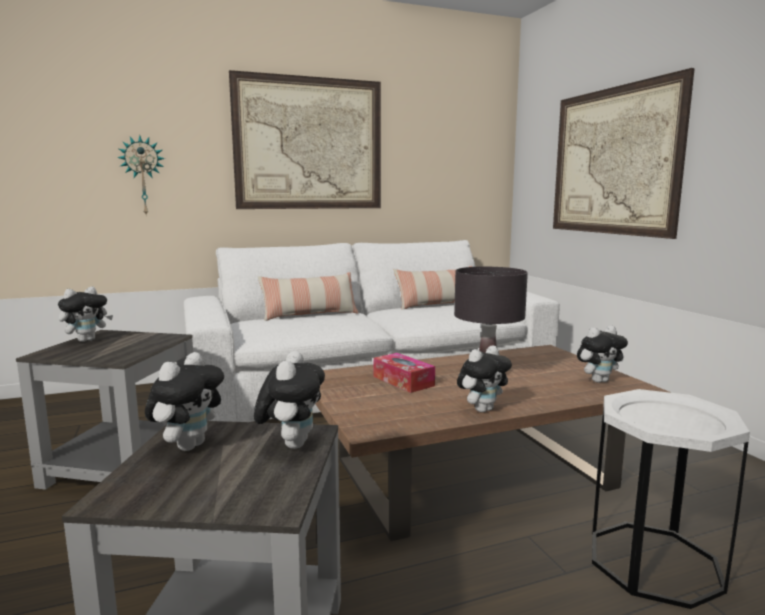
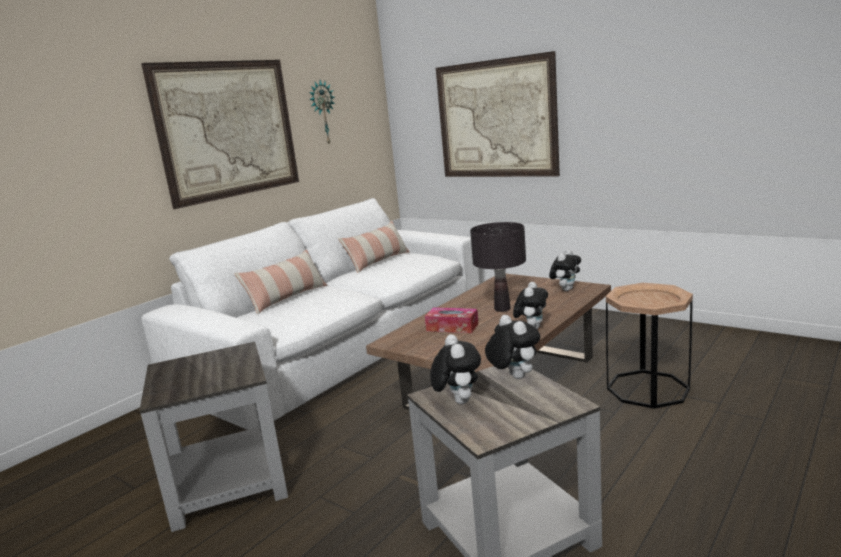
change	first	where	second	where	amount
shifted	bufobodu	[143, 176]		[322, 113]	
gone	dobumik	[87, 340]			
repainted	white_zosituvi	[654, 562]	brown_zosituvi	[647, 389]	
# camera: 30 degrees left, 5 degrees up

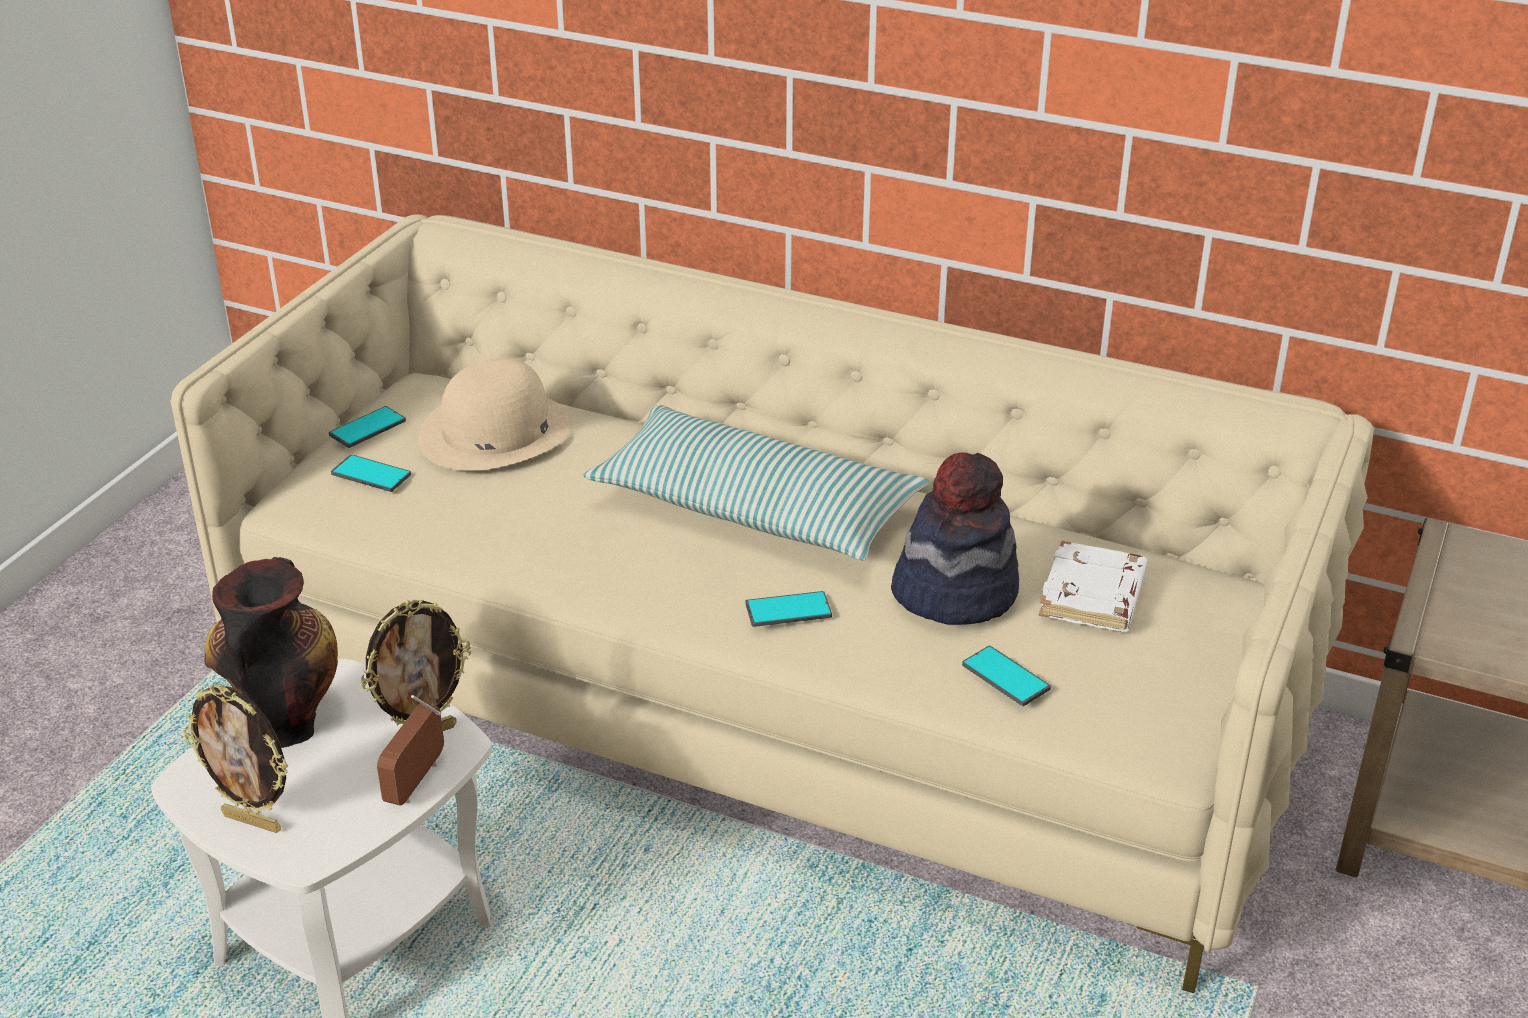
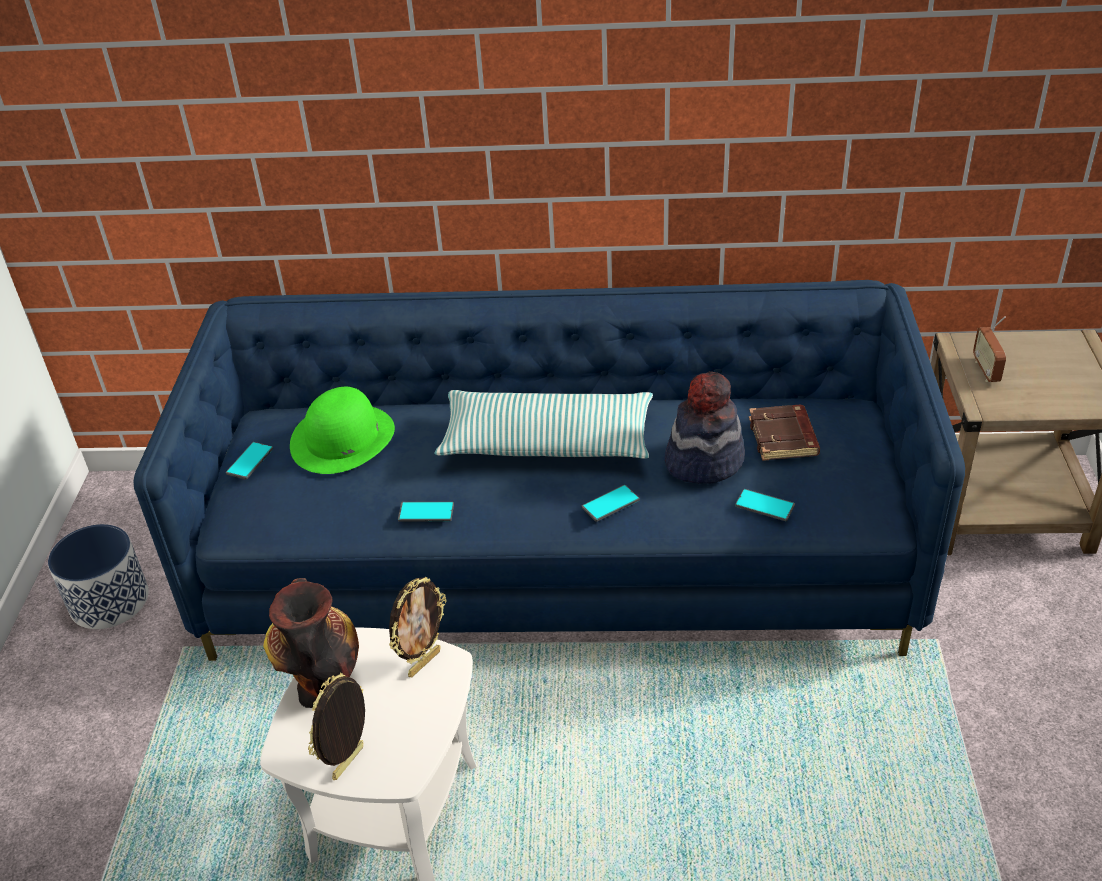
change	first	where	second	where	amount
repainted	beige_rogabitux	[765, 703]	blue_rogabitux	[559, 560]	
repainted	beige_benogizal	[496, 432]	green_benogizal	[342, 438]	
shifted	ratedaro	[371, 474]		[426, 512]	
repainted	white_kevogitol	[1094, 596]	brown_kevogitol	[784, 438]	
rotated	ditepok	[253, 821]		[350, 764]	120 degrees clockwise
shifted	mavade	[416, 781]		[986, 371]	
new			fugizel	[110, 601]	
# camera: 20 degrees left, 5 degrees up

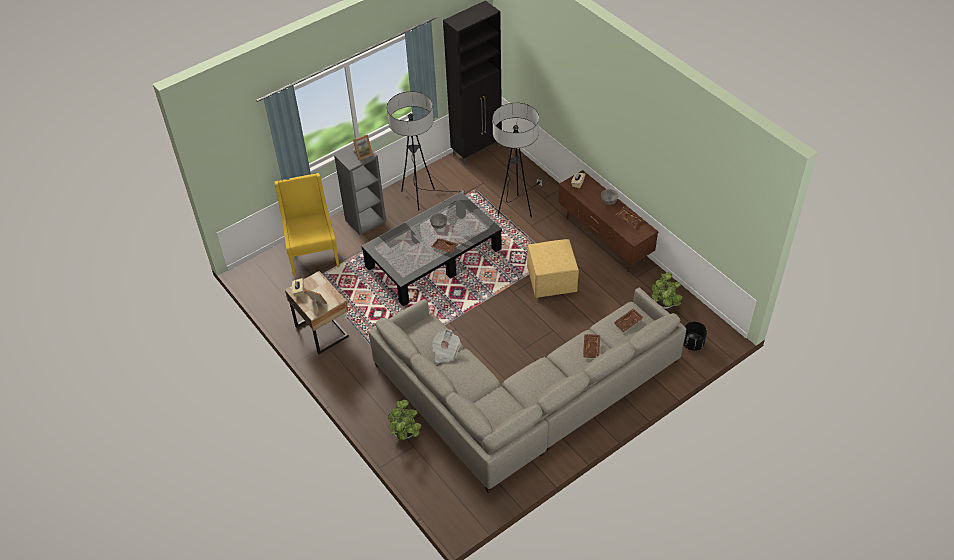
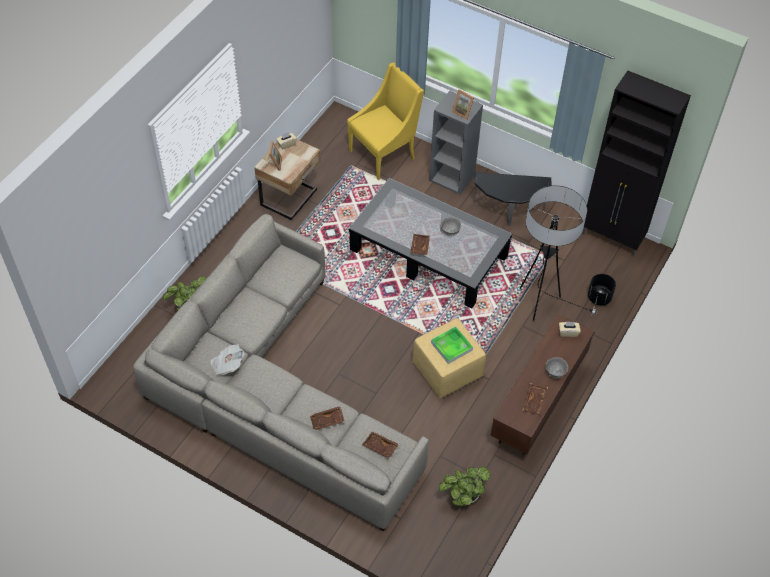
change	first	where	second	where	amount
swapped	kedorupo	[420, 198]	zosituvi	[508, 212]	
shifted	black_fugizel	[692, 344]		[599, 297]	
shifted	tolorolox	[445, 352]		[227, 365]	
new			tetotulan	[451, 346]	
# camera: 65 degrees right, 5 degrees up

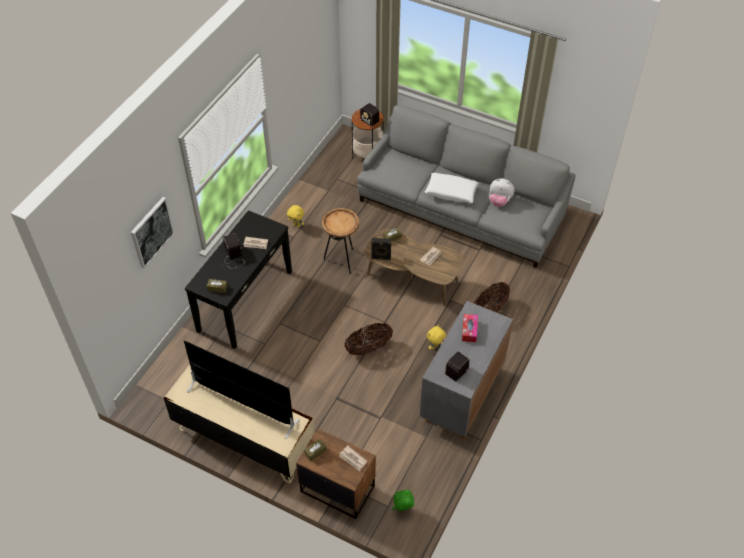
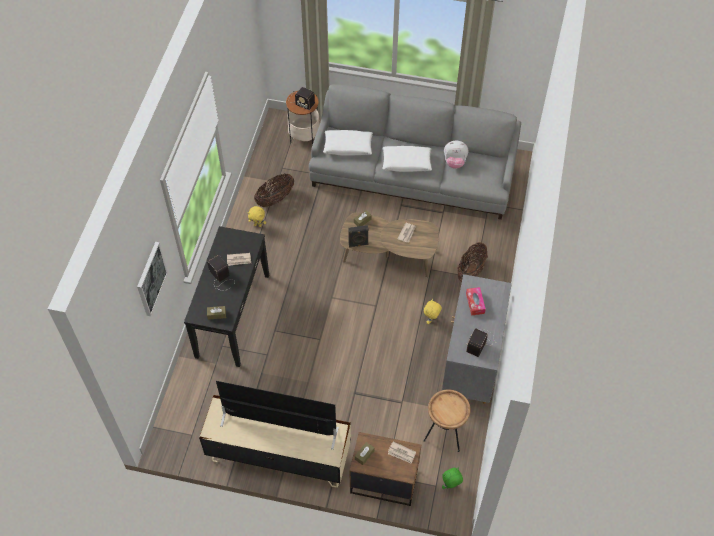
change	first	where	second	where	amount
shifted	brown_zosituvi	[342, 260]		[444, 436]	
shifted	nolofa	[368, 348]		[275, 199]	
new			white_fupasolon	[348, 146]	
# camera: 15 degrees left, 5 degrees up

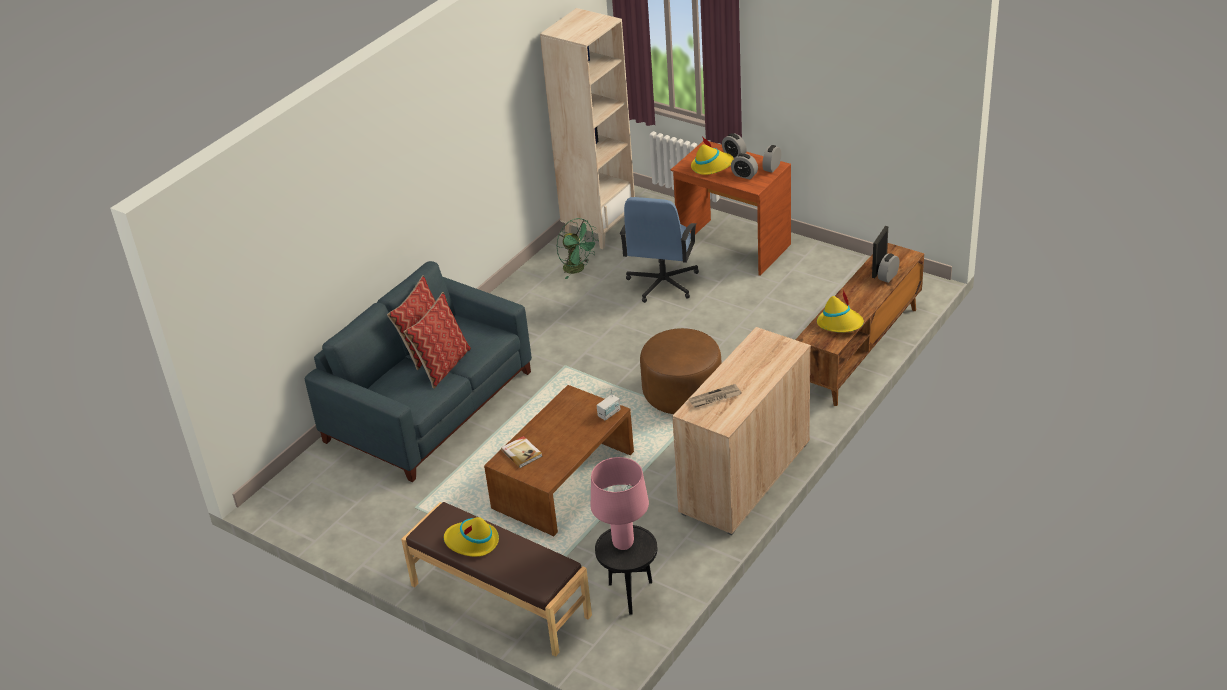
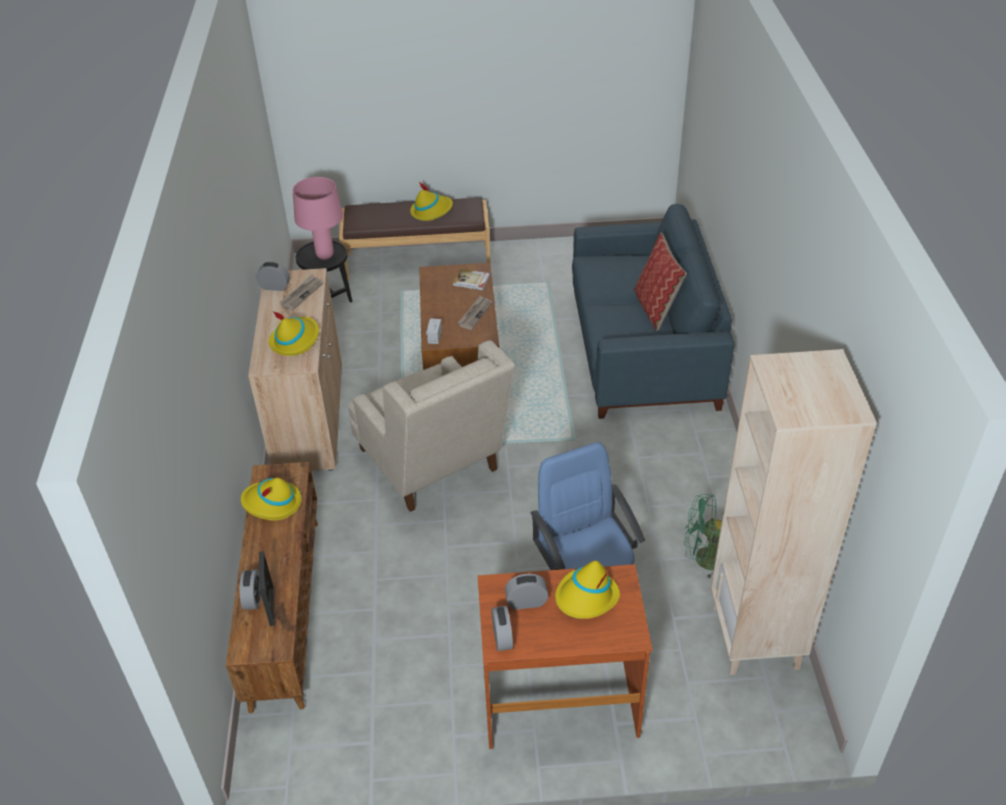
change	first	where	second	where	amount
shifted	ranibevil	[734, 155]		[275, 287]	
gone	fupasolon	[443, 366]			
swapped	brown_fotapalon	[682, 393]	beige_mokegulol	[434, 466]	
new			tolorolox	[475, 314]	
new			yellow_benogizal	[295, 340]	
# camera: 140 degrees right, 5 degrees up

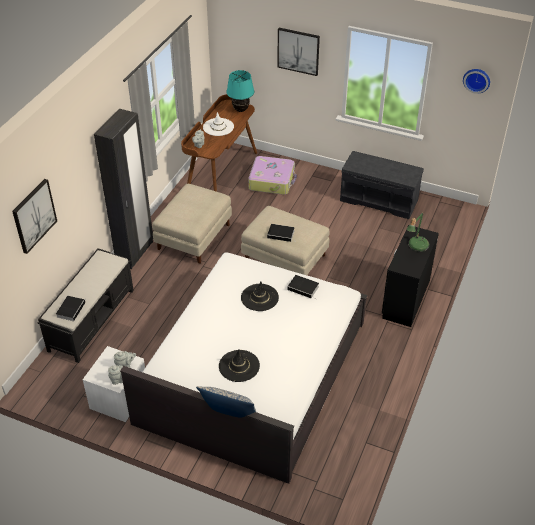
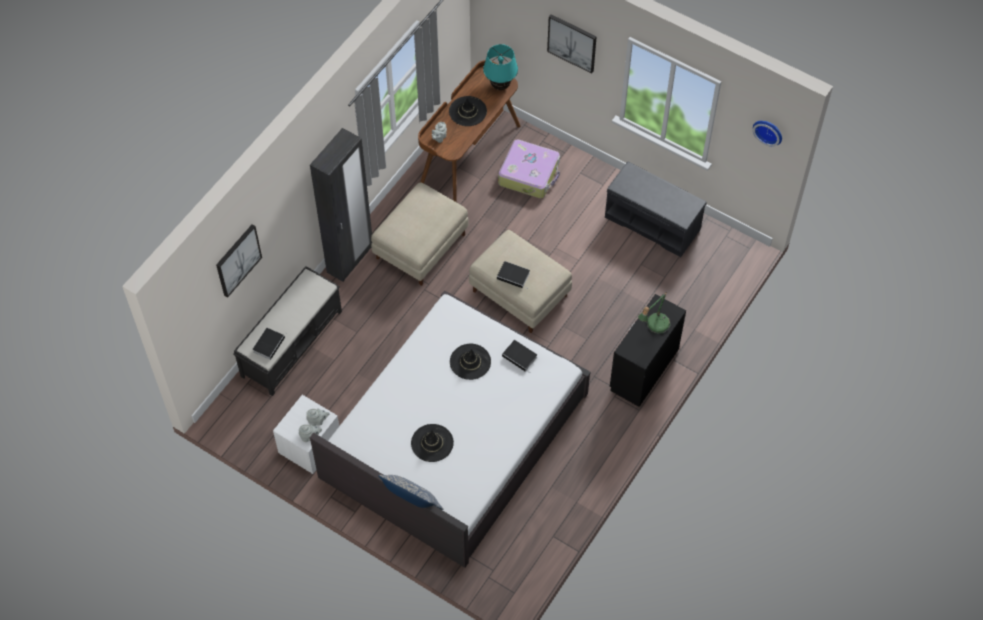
change	first	where	second	where	amount
repainted	white_benogizal	[218, 127]	black_benogizal	[468, 111]	
# camera: 10 degrees right, 15 degrees up

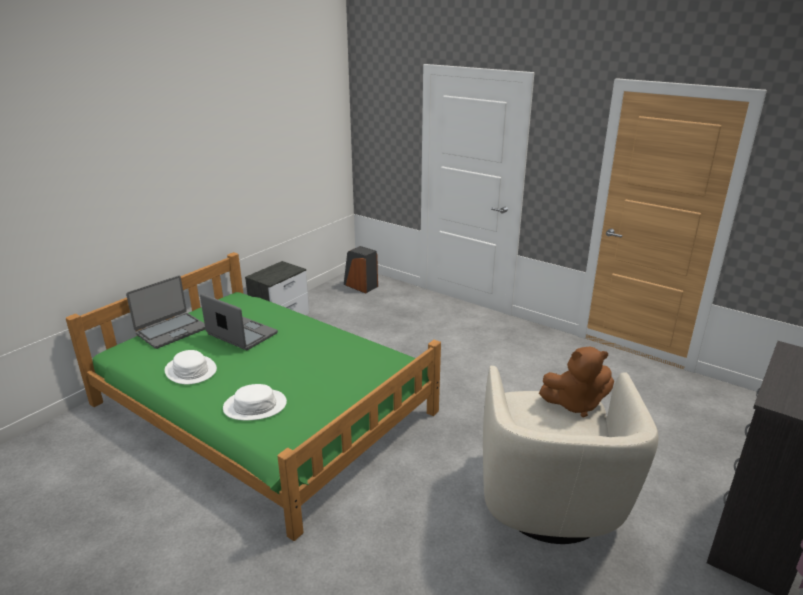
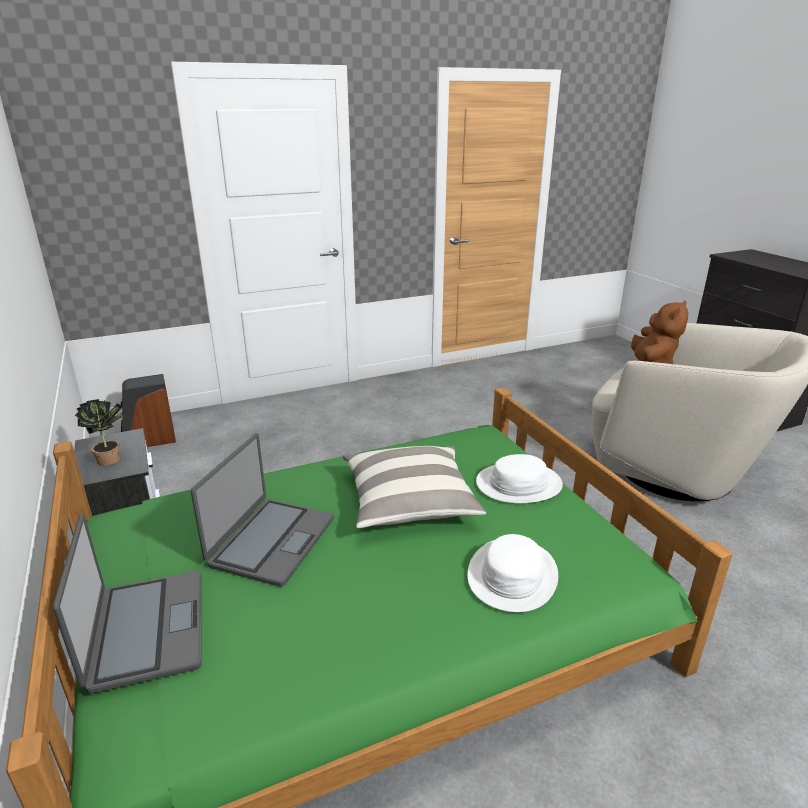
change	first	where	second	where	amount
rotated	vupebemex	[241, 334]		[271, 541]	135 degrees clockwise
shifted	white_benogizal	[190, 370]		[518, 484]	
new			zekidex	[112, 459]	
new			fupasolon	[409, 502]	
# camera: 60 degrees left, 0 degrees up

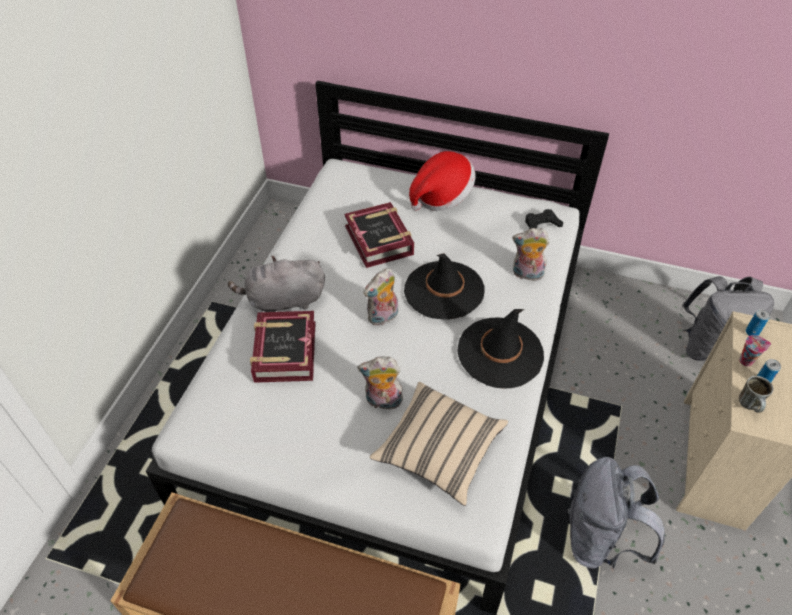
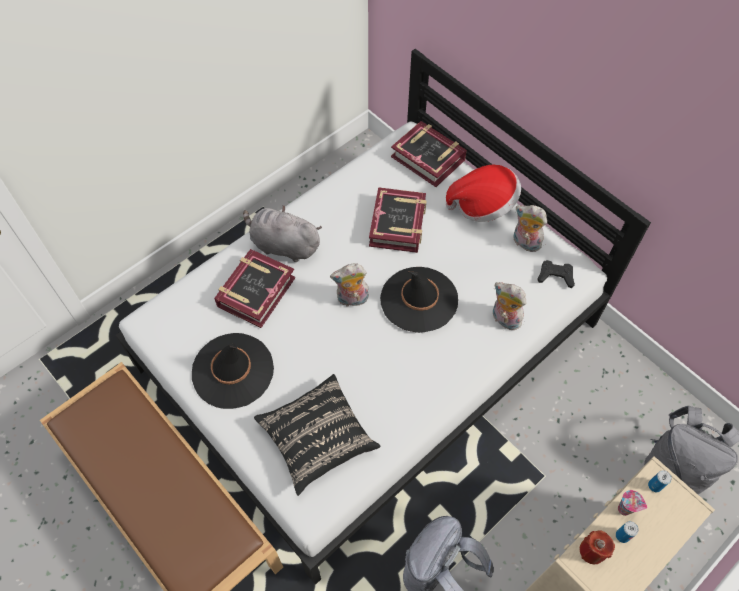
change	first	where	second	where	amount
shifted	black_benogizal	[500, 353]		[233, 371]	
shifted	dobumik	[382, 402]		[524, 243]	
swapped	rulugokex	[750, 406]	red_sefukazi	[592, 551]	
repainted	beige_fupasolon	[439, 450]	black_fupasolon	[317, 438]	
new			kevogitol	[428, 158]	
# camera: 30 degrees right, 10 degrees up

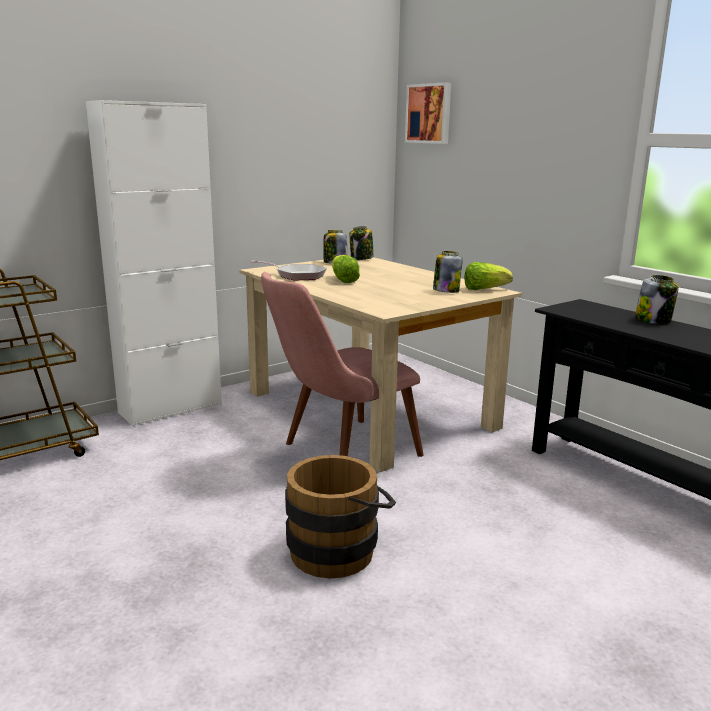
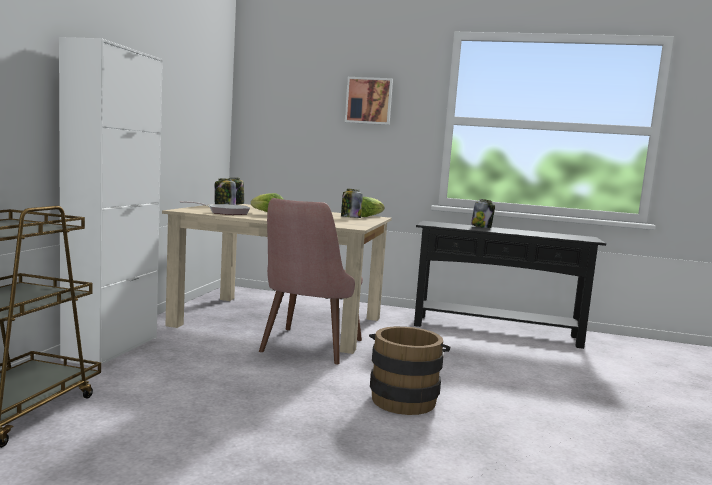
change	first	where	second	where	amount
shifted	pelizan	[429, 113]		[369, 101]	
# camera: 40 degrees left, 10 degrees down

